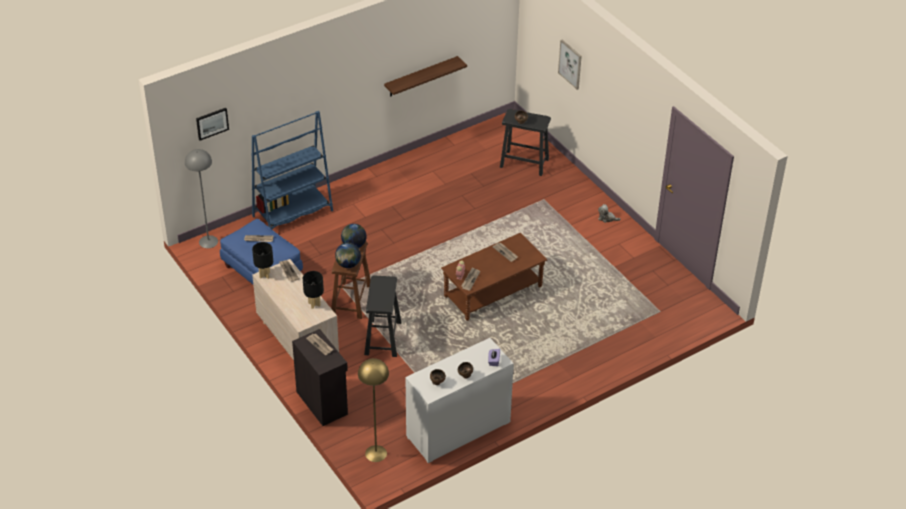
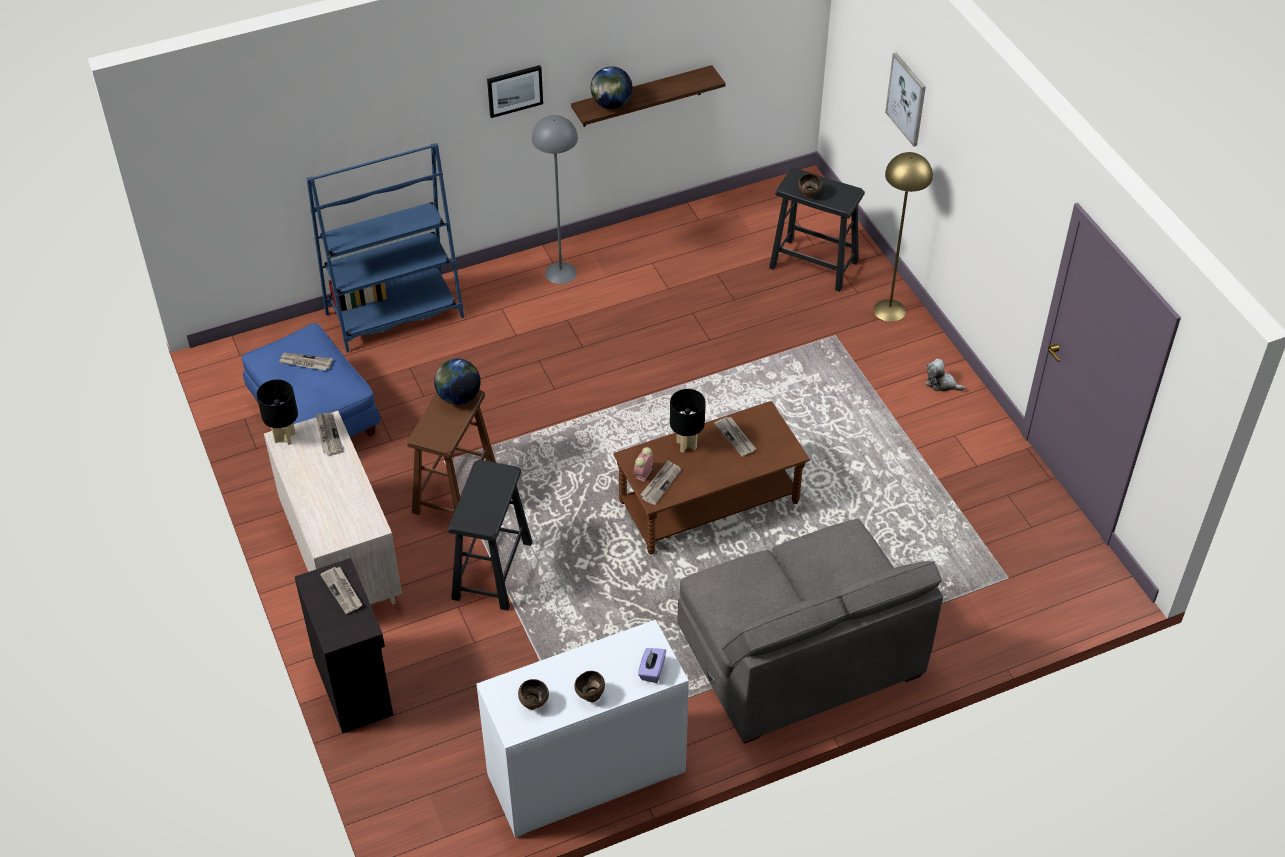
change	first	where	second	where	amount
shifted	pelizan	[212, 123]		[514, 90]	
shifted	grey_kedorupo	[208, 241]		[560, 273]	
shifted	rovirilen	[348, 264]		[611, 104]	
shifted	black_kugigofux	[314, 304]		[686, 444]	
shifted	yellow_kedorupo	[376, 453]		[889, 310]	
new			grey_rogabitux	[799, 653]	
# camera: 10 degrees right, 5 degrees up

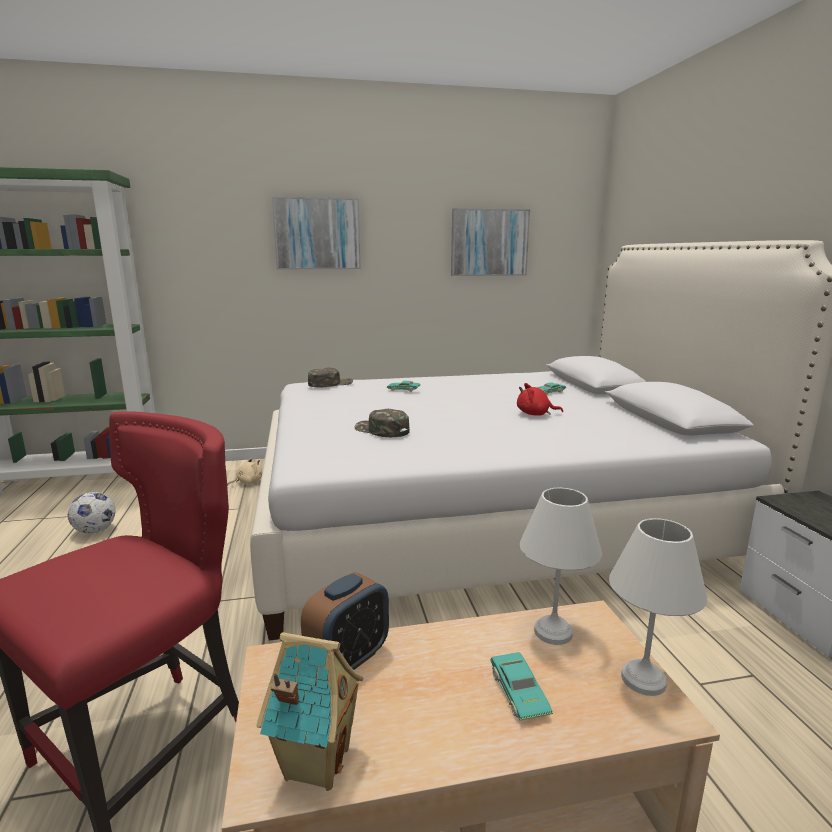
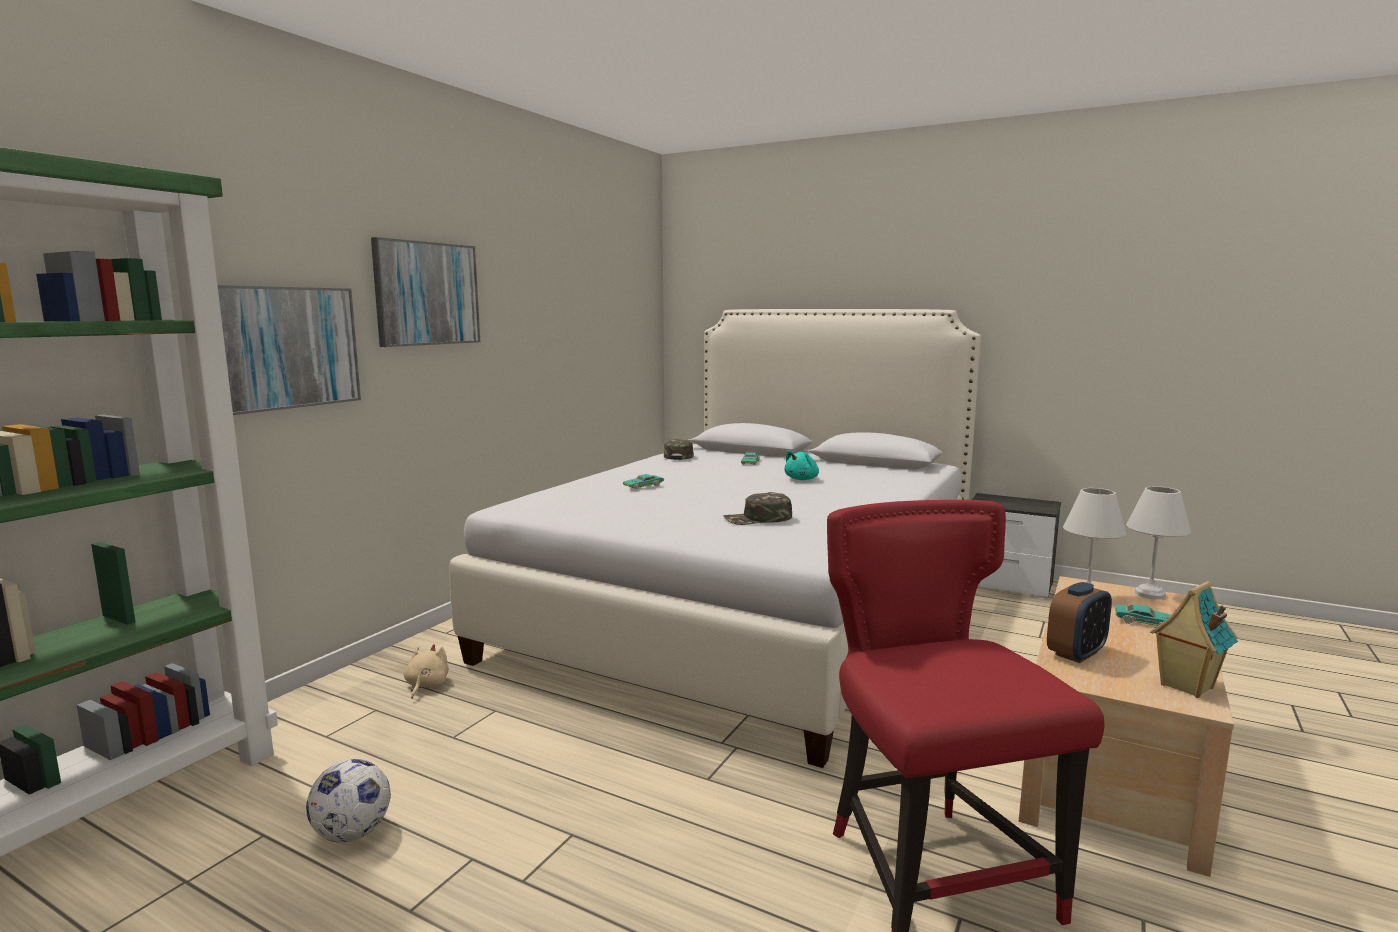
change	first	where	second	where	amount
shifted	pelizan	[489, 243]		[286, 347]	
shifted	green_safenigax	[330, 384]		[678, 456]	
repainted	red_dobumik	[535, 414]	turquoise_dobumik	[802, 479]	
rotated	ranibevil	[348, 659]		[1076, 653]	60 degrees clockwise
# camera: 50 degrees left, 5 degrees down

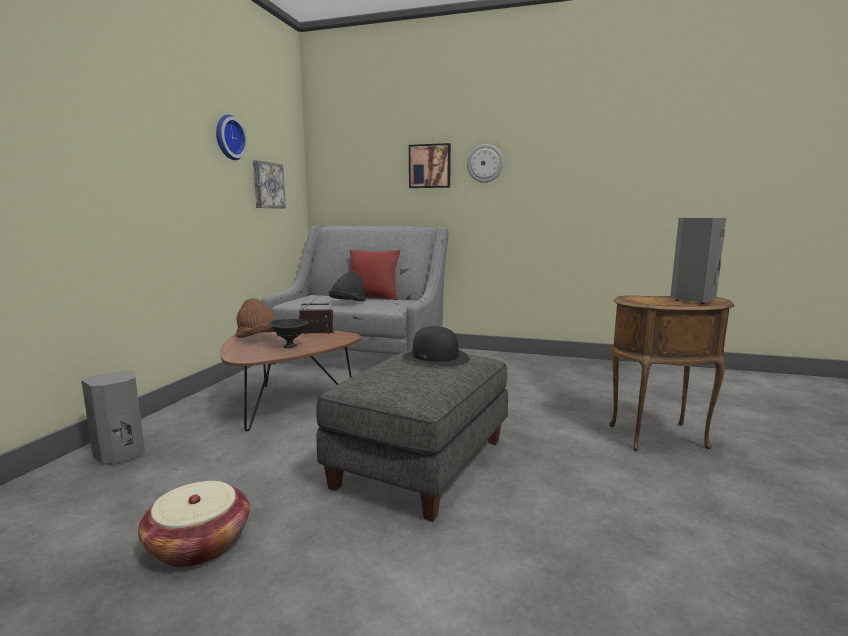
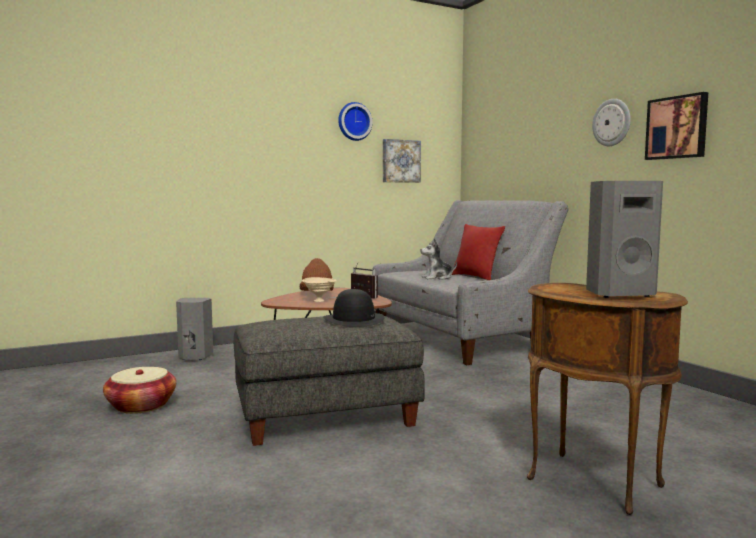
change	first	where	second	where	amount
shifted	pelizan	[430, 166]		[677, 127]	
swapped	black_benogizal	[348, 303]	dobumik	[437, 278]	
repainted	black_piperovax	[290, 346]	beige_piperovax	[319, 301]	
# camera: 45 degrees right, 5 degrees down

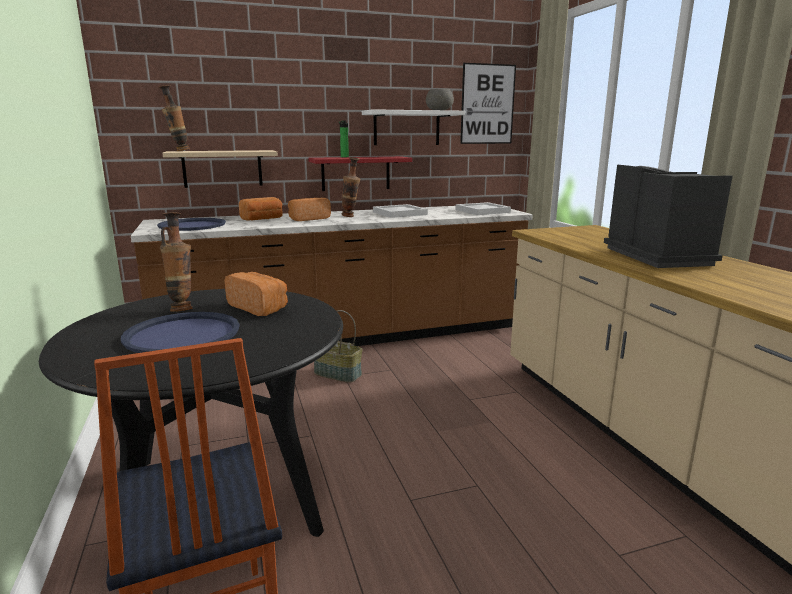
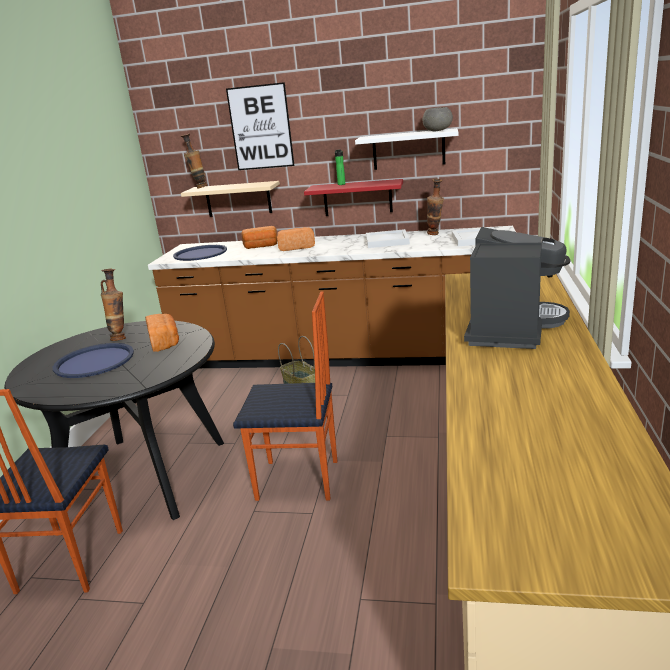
change	first	where	second	where	amount
shifted	pelizan	[487, 104]		[261, 127]	
shifted	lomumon	[351, 217]		[435, 234]	
new			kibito	[298, 481]	
# camera: 30 degrees right, 5 degrees up

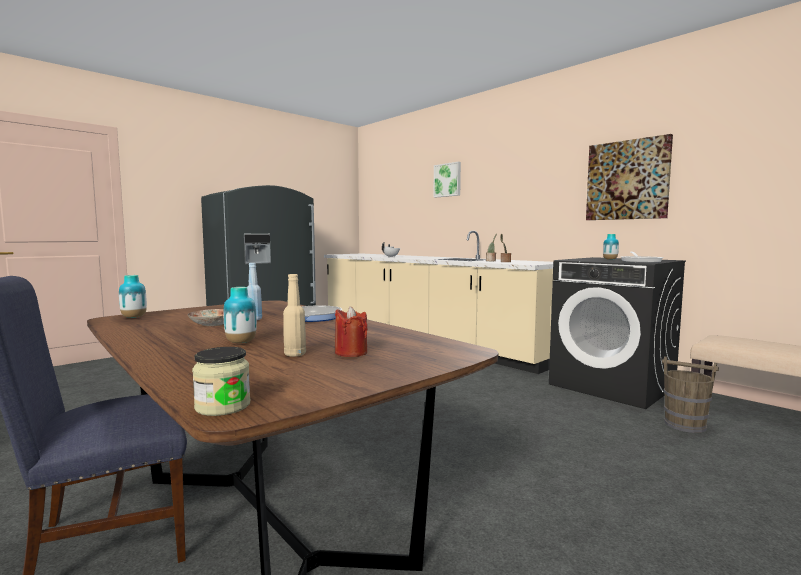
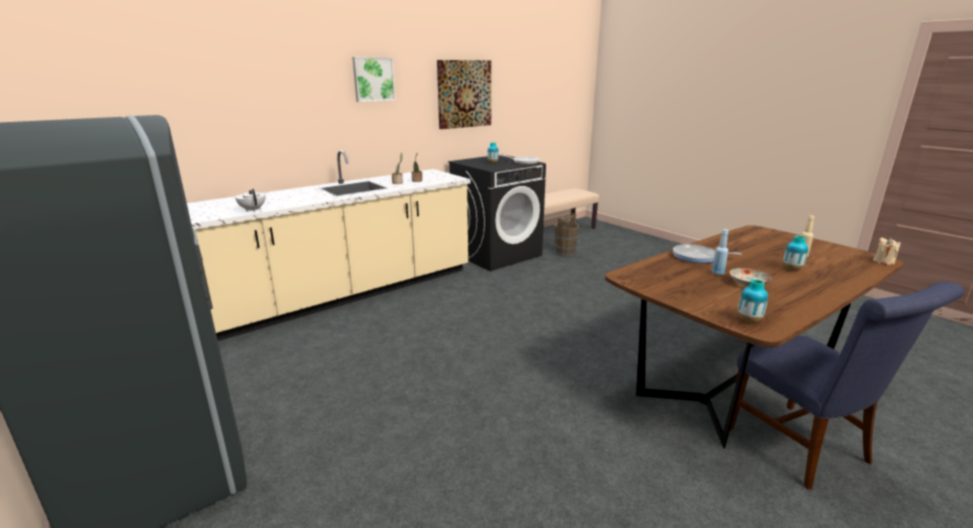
change	first	where	second	where	amount
shifted	pelizan	[448, 180]		[373, 79]	
gone	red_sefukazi	[351, 353]			
swapped	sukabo	[223, 406]	beige_sefukazi	[883, 262]	
# camera: 85 degrees left, 15 degrees up

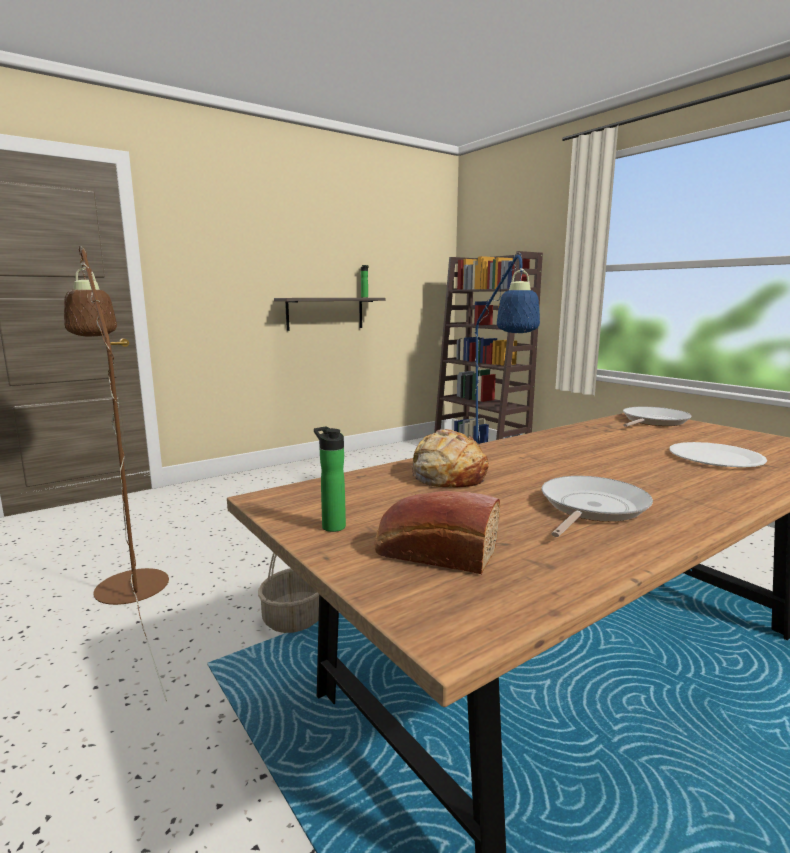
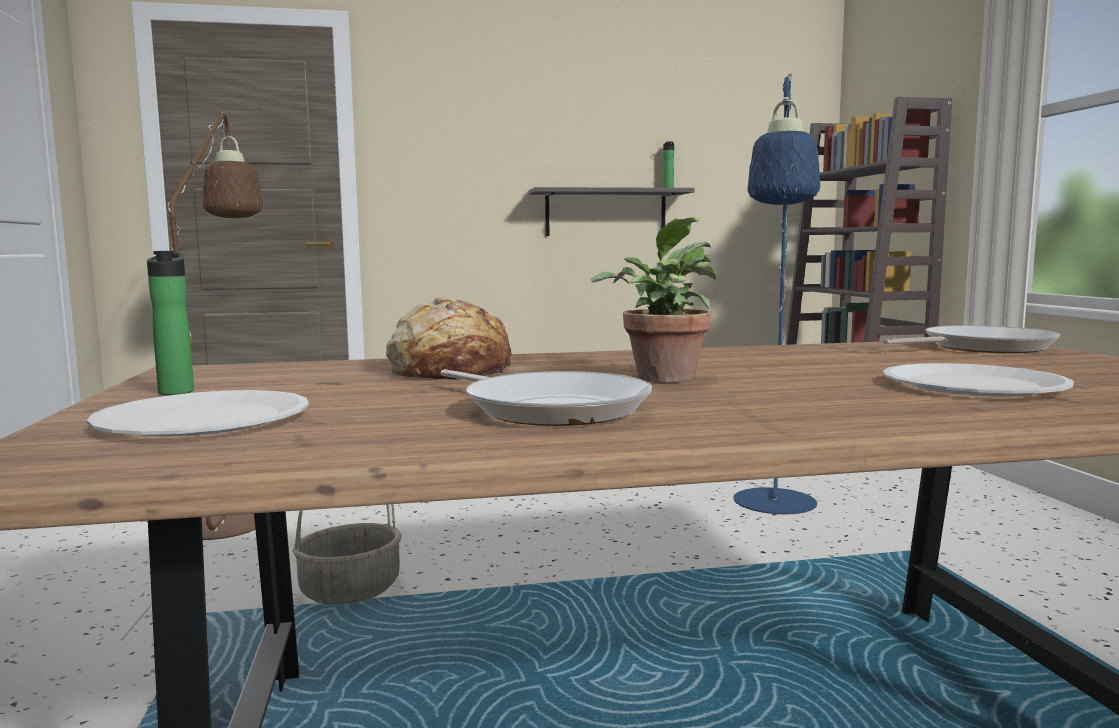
change	first	where	second	where	amount
rotated	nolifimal	[590, 508]		[550, 408]	75 degrees clockwise
swapped	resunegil	[433, 554]	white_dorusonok	[204, 419]	
new			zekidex	[663, 377]	
# camera: 25 degrees right, 5 degrees down

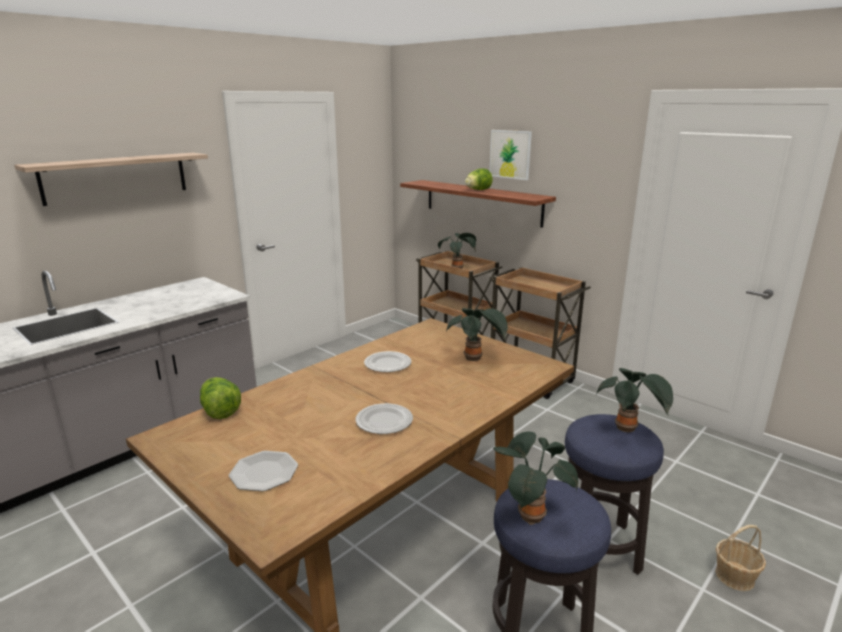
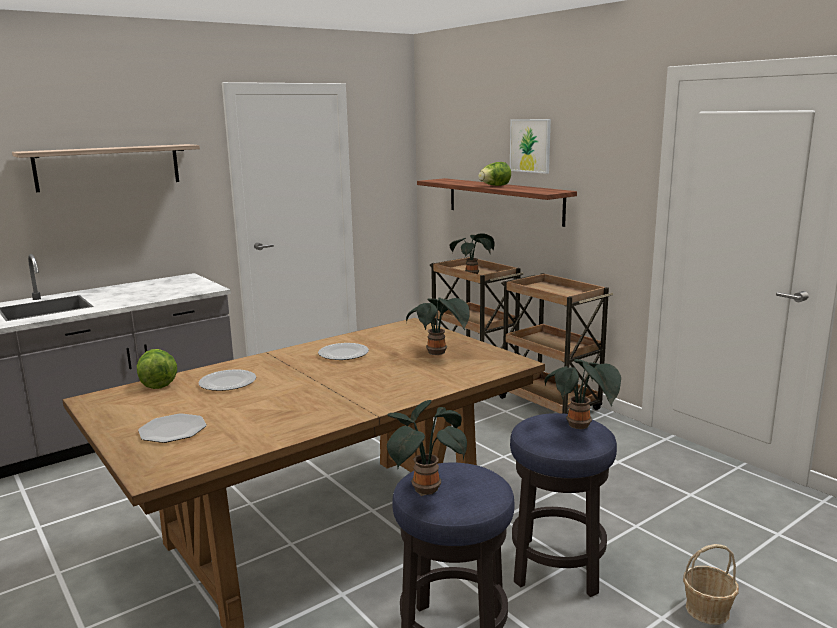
change	first	where	second	where	amount
shifted	dorusonok	[385, 421]		[228, 383]	
# camera: 10 degrees right, 5 degrees down

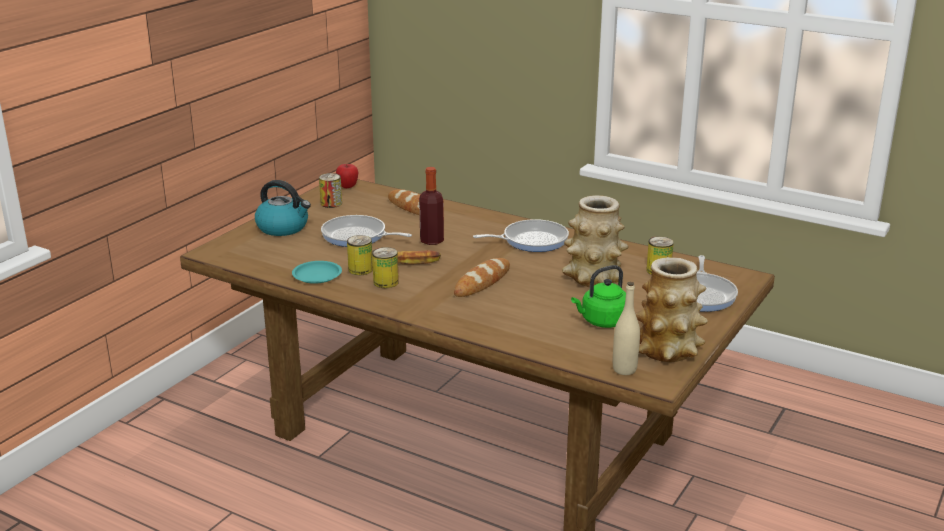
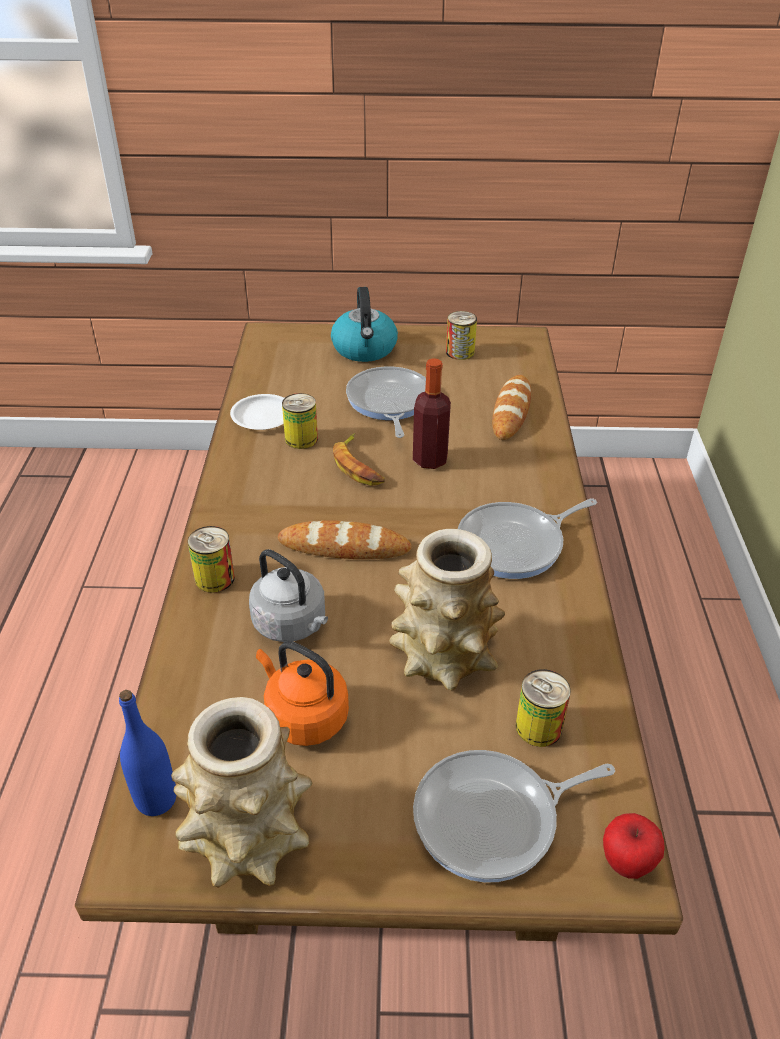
change	first	where	second	where	amount
shifted	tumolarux	[347, 187]		[626, 863]	
rotated	nolifimal	[531, 240]		[515, 544]	105 degrees clockwise
shifted	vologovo	[386, 282]		[215, 578]	
repainted	turquoise_dorusonok	[316, 275]	white_dorusonok	[262, 416]	
repainted	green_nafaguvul	[602, 321]	orange_nafaguvul	[303, 716]	
repainted	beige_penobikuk	[624, 369]	blue_penobikuk	[156, 799]	
new			grey_nafaguvul	[292, 624]	
# camera: 60 degrees right, 15 degrees up

